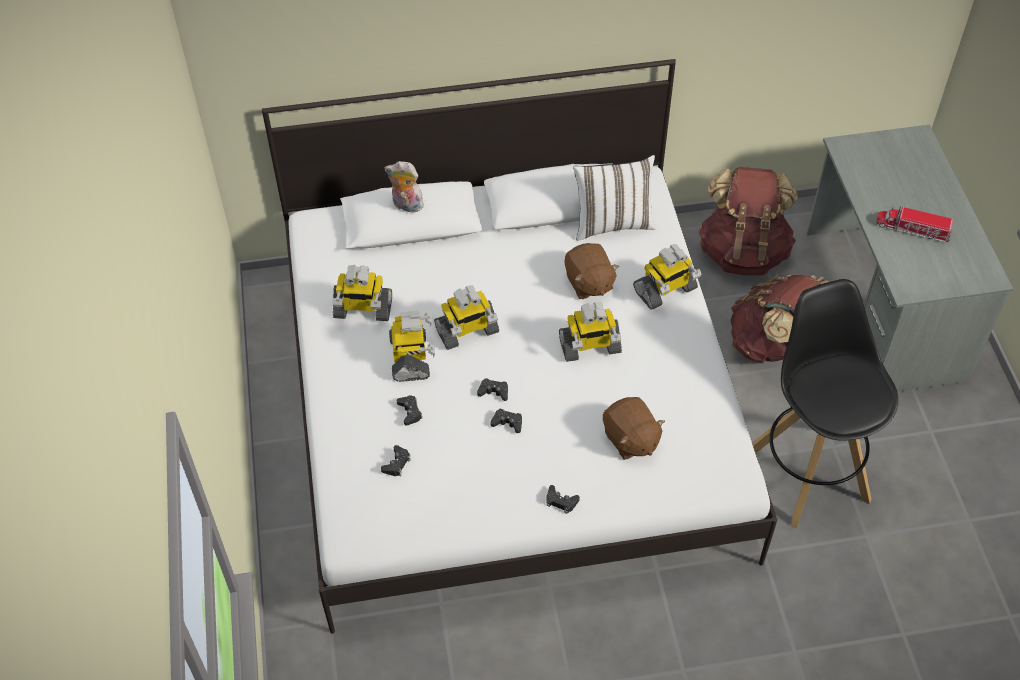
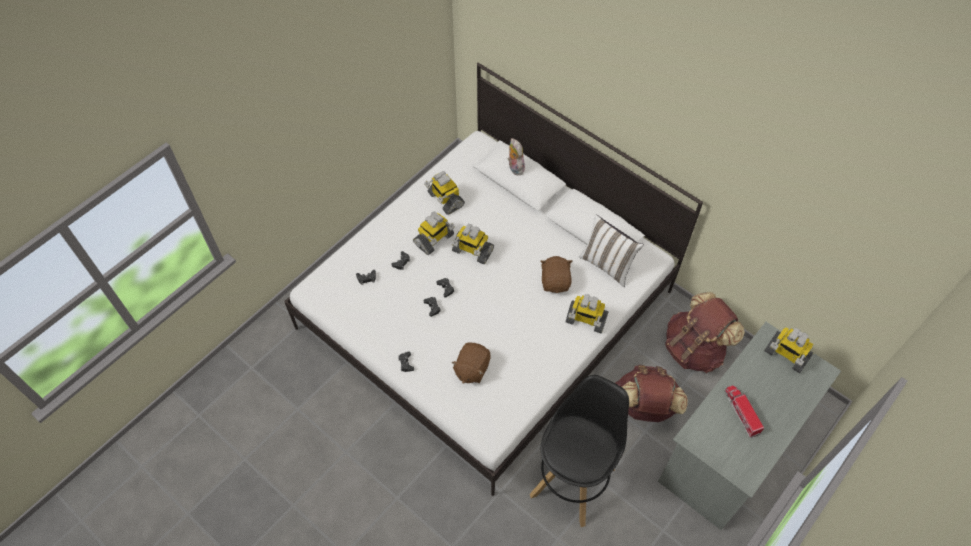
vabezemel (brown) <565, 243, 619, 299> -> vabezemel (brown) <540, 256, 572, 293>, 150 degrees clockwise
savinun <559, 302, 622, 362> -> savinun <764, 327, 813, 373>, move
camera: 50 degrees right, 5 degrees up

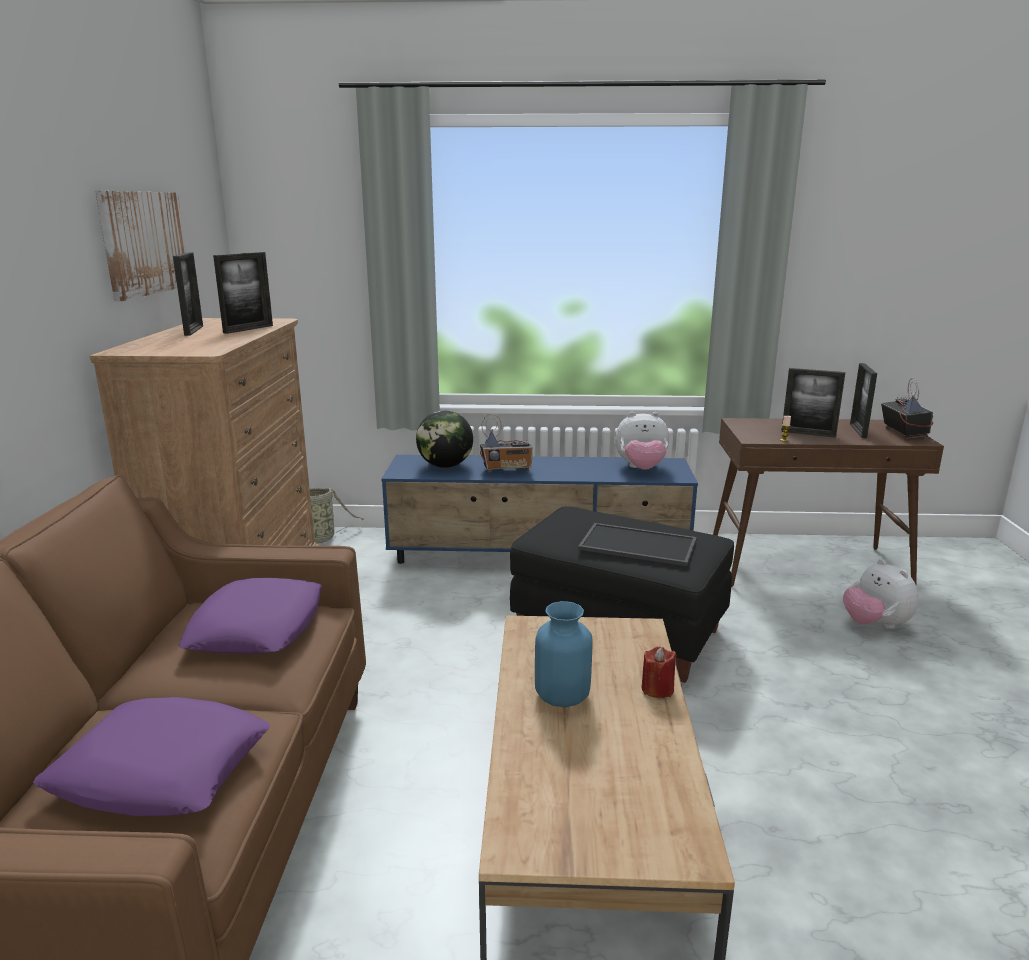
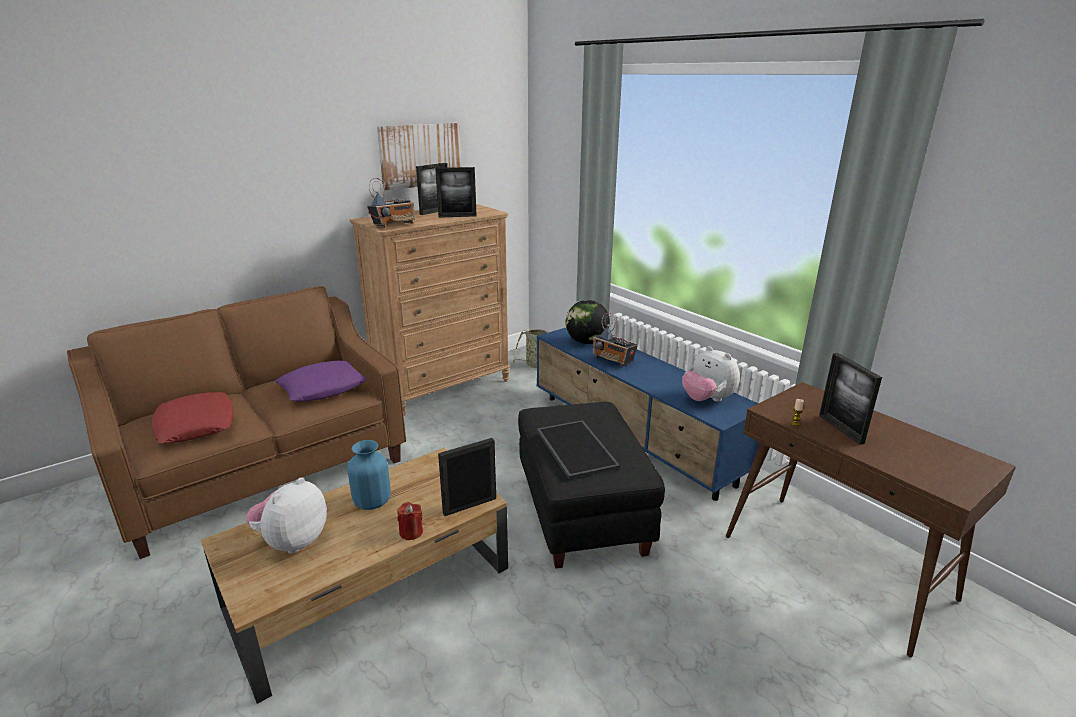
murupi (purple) <33, 697, 270, 816> -> murupi (red) <152, 392, 234, 443>
vabezemel <843, 559, 919, 629> -> vabezemel <246, 477, 327, 554>, move
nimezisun <881, 378, 933, 440> -> nimezisun <367, 178, 415, 228>, move
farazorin <850, 363, 877, 438> -> farazorin <438, 438, 496, 516>, move
camera: 50 degrees right, 5 degrees up

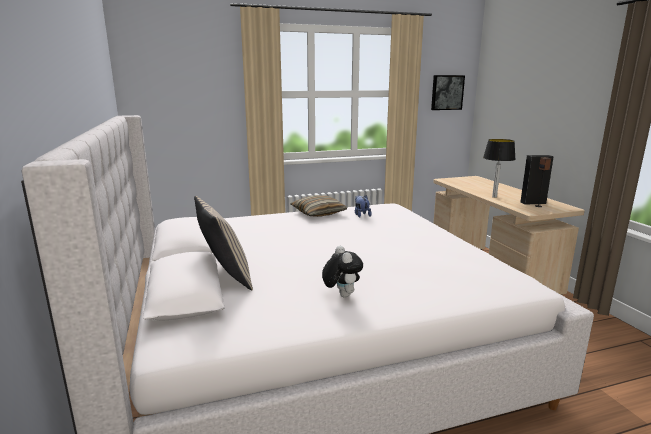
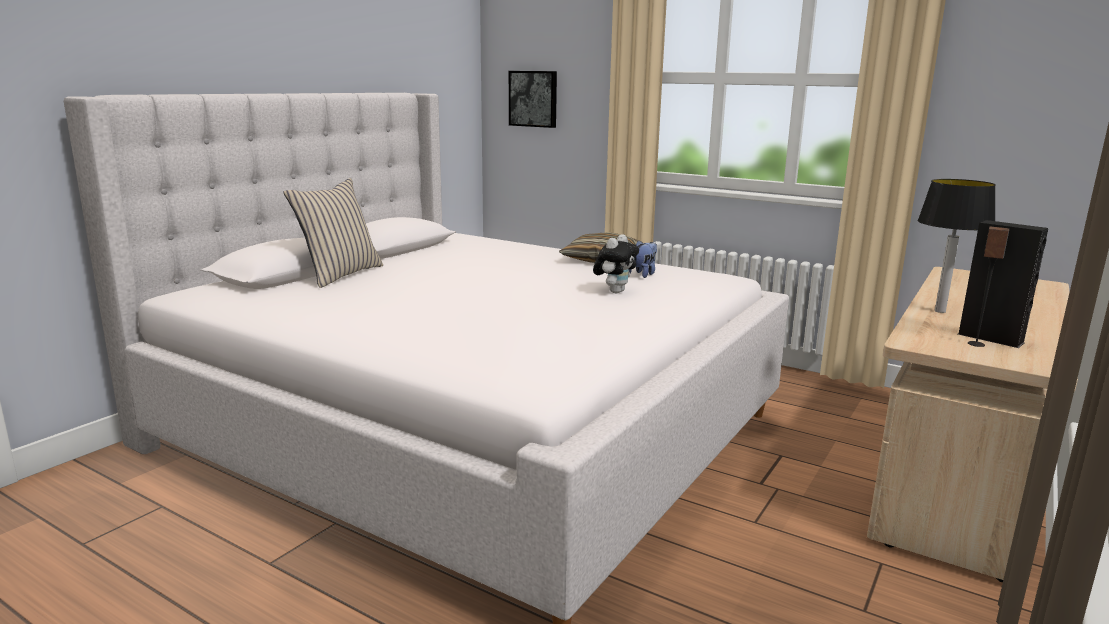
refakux <431, 75, 465, 110> -> refakux <509, 71, 557, 128>, move
vabezemel <322, 246, 363, 298> -> vabezemel <593, 234, 639, 294>, move
camera: 50 degrees right, 0 degrees up

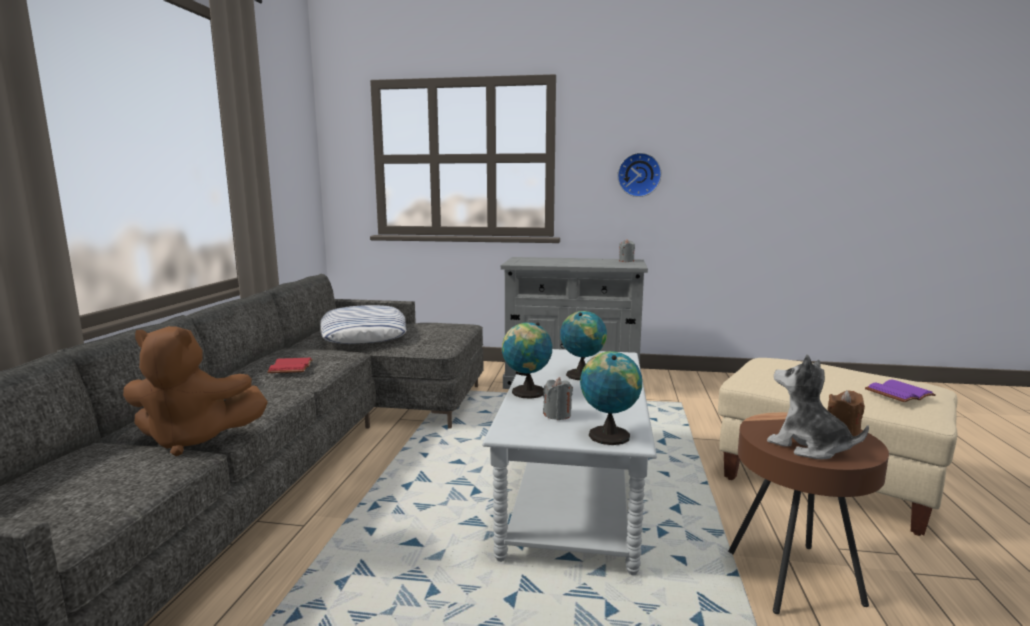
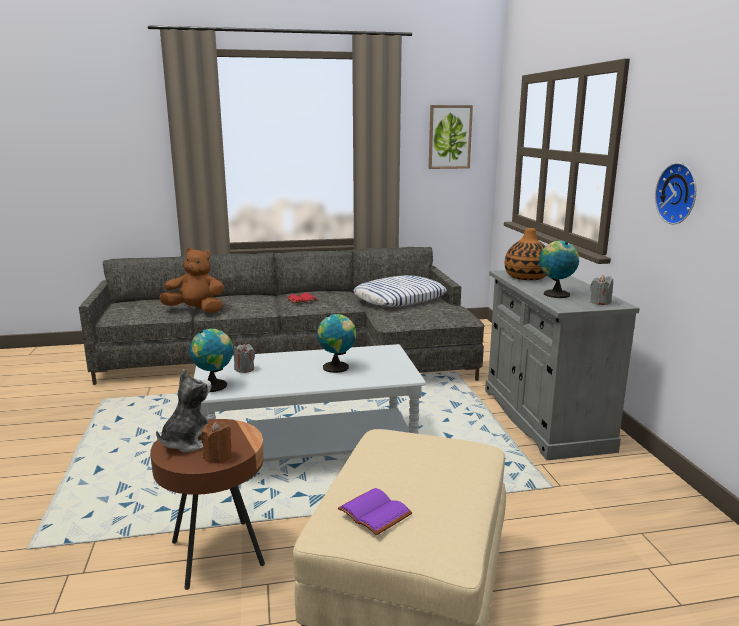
vabezemel (brown) <123, 326, 268, 456> -> vabezemel (brown) <159, 248, 224, 313>, 120 degrees clockwise
none -> refakux <429, 105, 473, 169>
none -> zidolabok <505, 228, 547, 280>
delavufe <502, 322, 552, 399> -> delavufe <539, 241, 579, 298>, move
camera: 70 degrees right, 5 degrees up

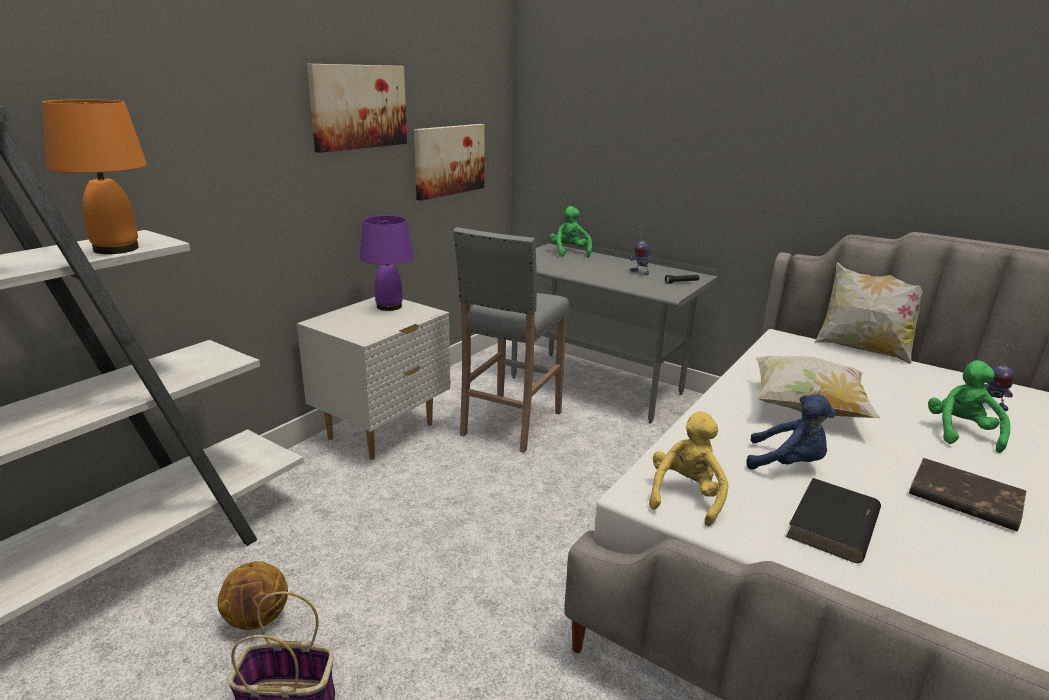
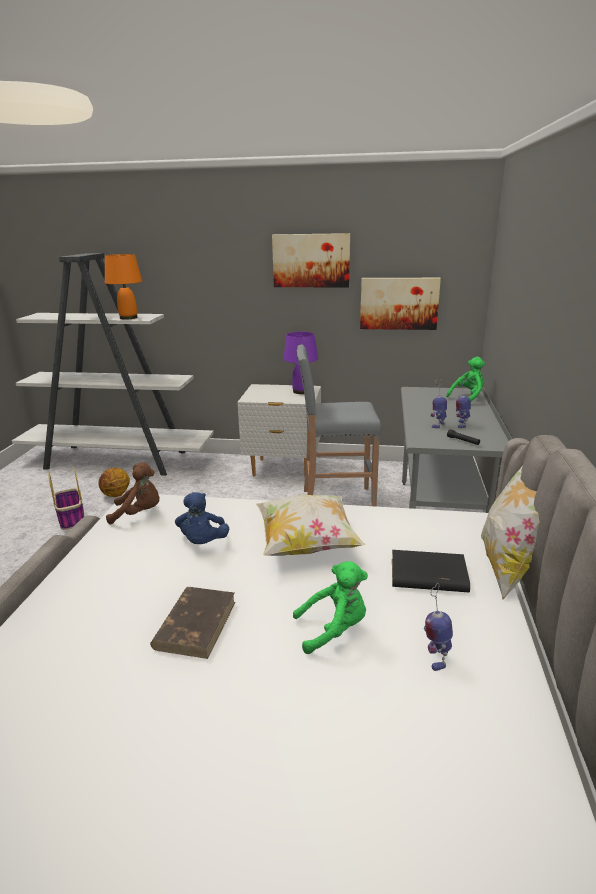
vabezemel (yellow) <649, 411, 729, 527> -> vabezemel (brown) <106, 462, 159, 524>
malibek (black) <786, 478, 881, 563> -> malibek (black) <392, 550, 470, 592>, move
none -> savinun <431, 379, 447, 428>
camera: 65 degrees right, 0 degrees up

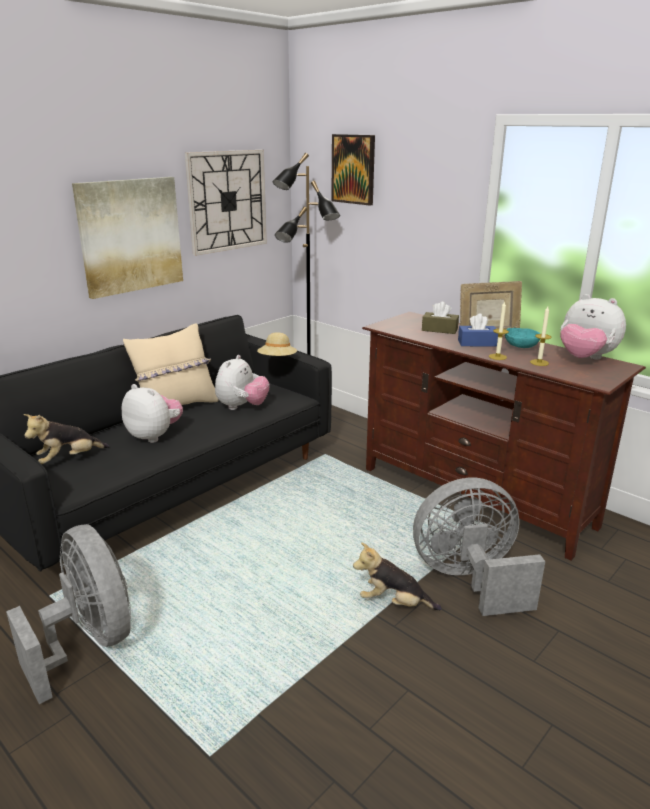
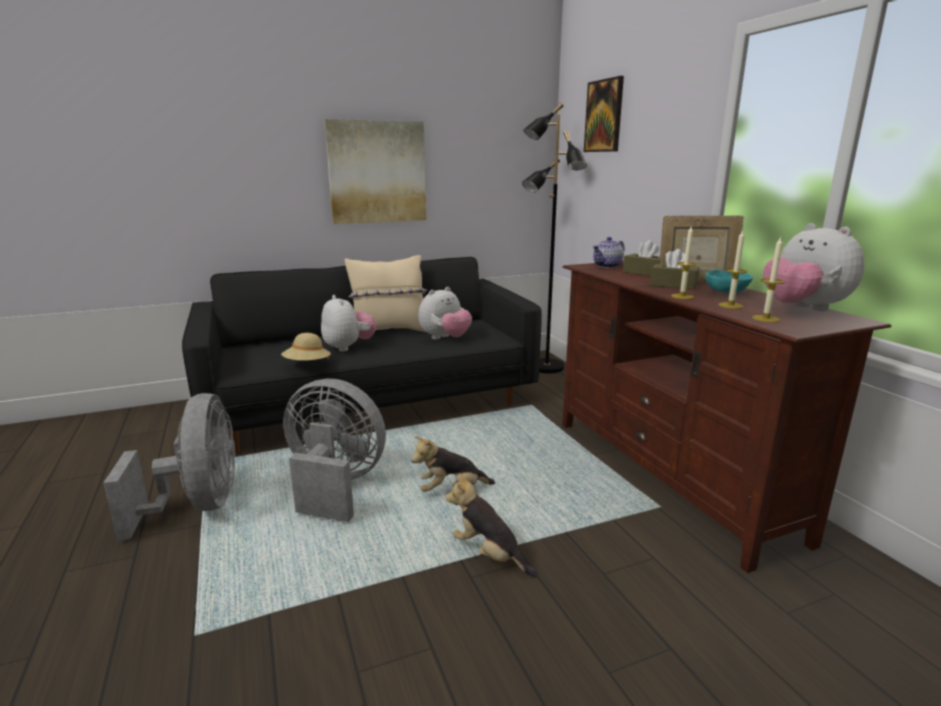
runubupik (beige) <257, 332, 297, 356> -> runubupik (beige) <281, 333, 331, 361>, move
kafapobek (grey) <413, 478, 545, 616> -> kafapobek (grey) <283, 379, 386, 522>, move
vabezemel <23, 414, 109, 464> -> vabezemel <411, 436, 495, 492>, move
none -> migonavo <593, 237, 625, 268>
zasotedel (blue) <458, 313, 498, 347> -> zasotedel (brown) <650, 249, 699, 290>
none -> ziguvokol <752, 237, 785, 322>
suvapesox <185, 150, 267, 256> -> none
camera: 25 degrees right, 5 degrees down

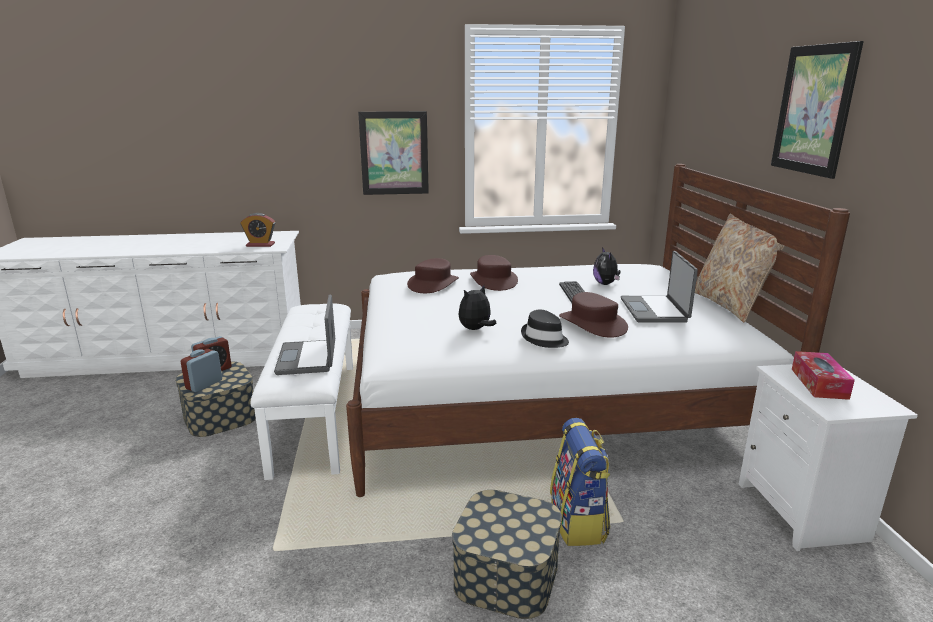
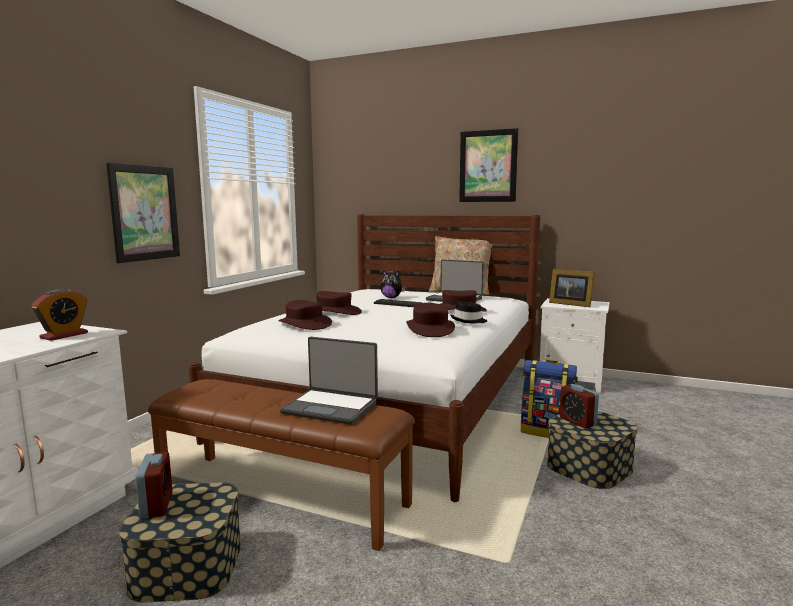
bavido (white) <251, 304, 353, 480> -> bavido (brown) <148, 379, 415, 551>
vabezemel <459, 285, 497, 330> -> runubupik (brown) <406, 303, 455, 337>
zasotedel <792, 351, 855, 400> -> farazorin <549, 269, 595, 307>
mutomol <181, 349, 222, 392> -> mutomol <560, 384, 599, 428>, move
camera: 60 degrees left, 10 degrees down

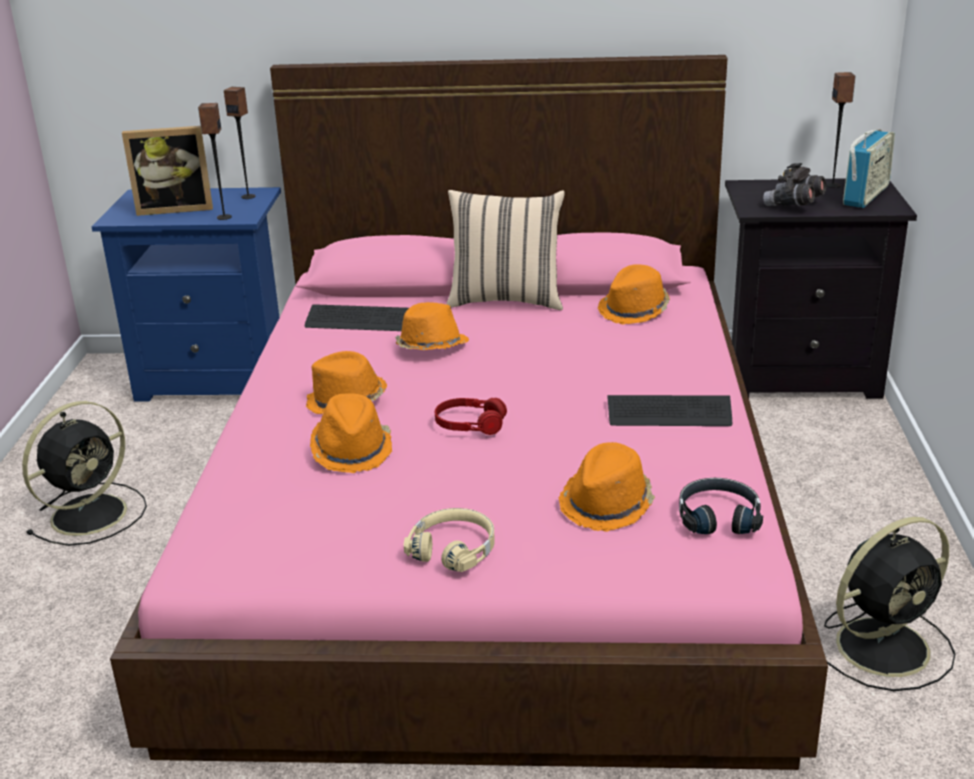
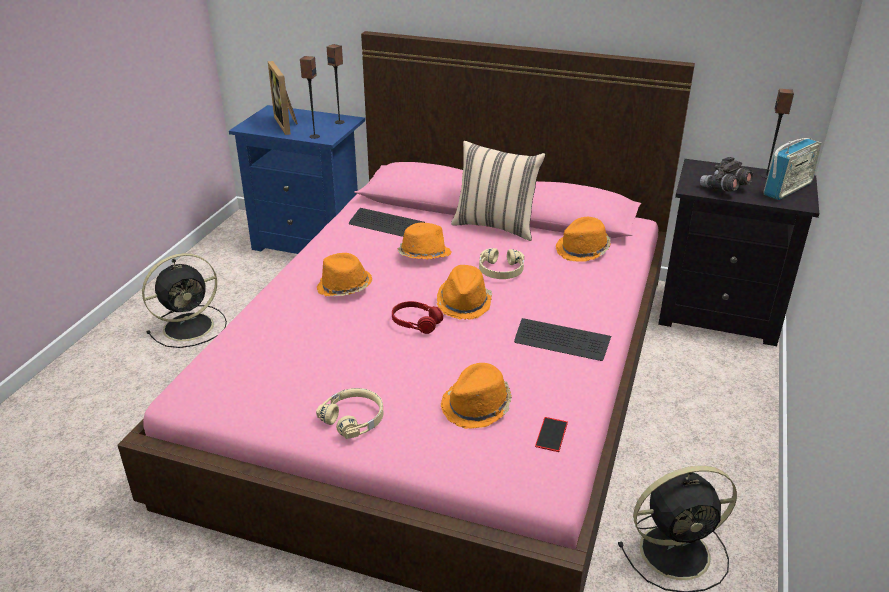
farazorin <122, 126, 213, 216> -> farazorin <268, 61, 298, 135>, 60 degrees clockwise
runubupik (orange) <310, 393, 392, 473> -> runubupik (orange) <437, 265, 492, 320>, move
none -> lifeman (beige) <479, 248, 524, 279>
lifeman (black) <679, 478, 763, 534> -> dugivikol <535, 417, 568, 452>
camera: 15 degrees right, 5 degrees up

